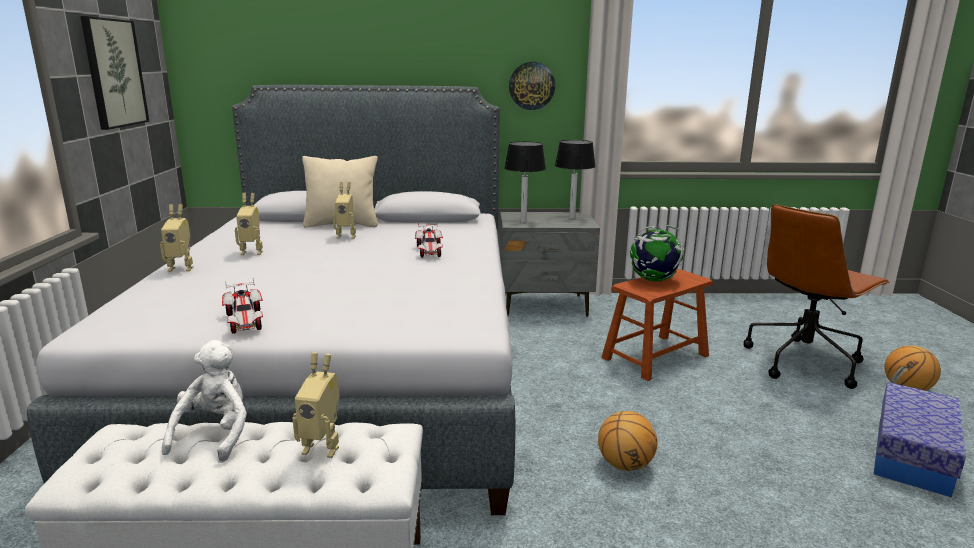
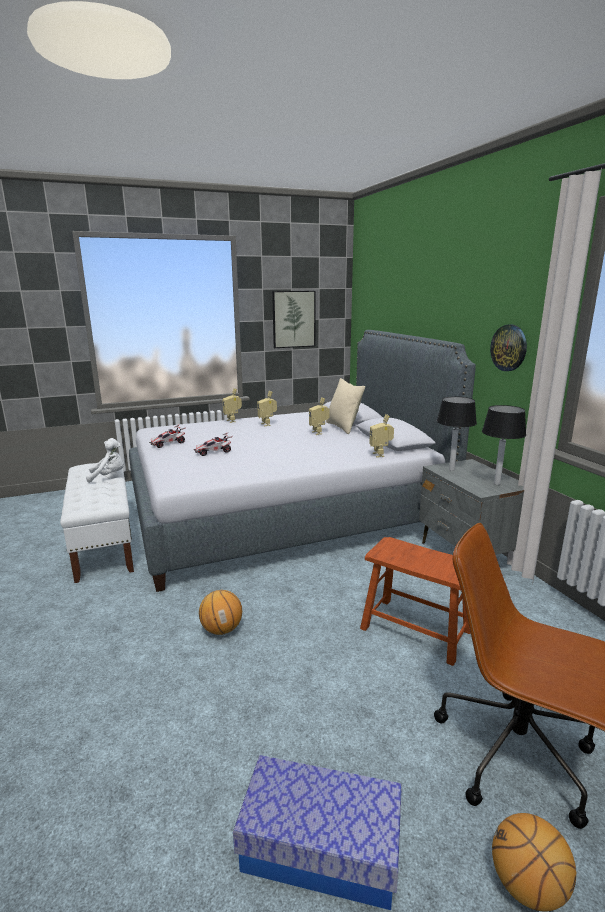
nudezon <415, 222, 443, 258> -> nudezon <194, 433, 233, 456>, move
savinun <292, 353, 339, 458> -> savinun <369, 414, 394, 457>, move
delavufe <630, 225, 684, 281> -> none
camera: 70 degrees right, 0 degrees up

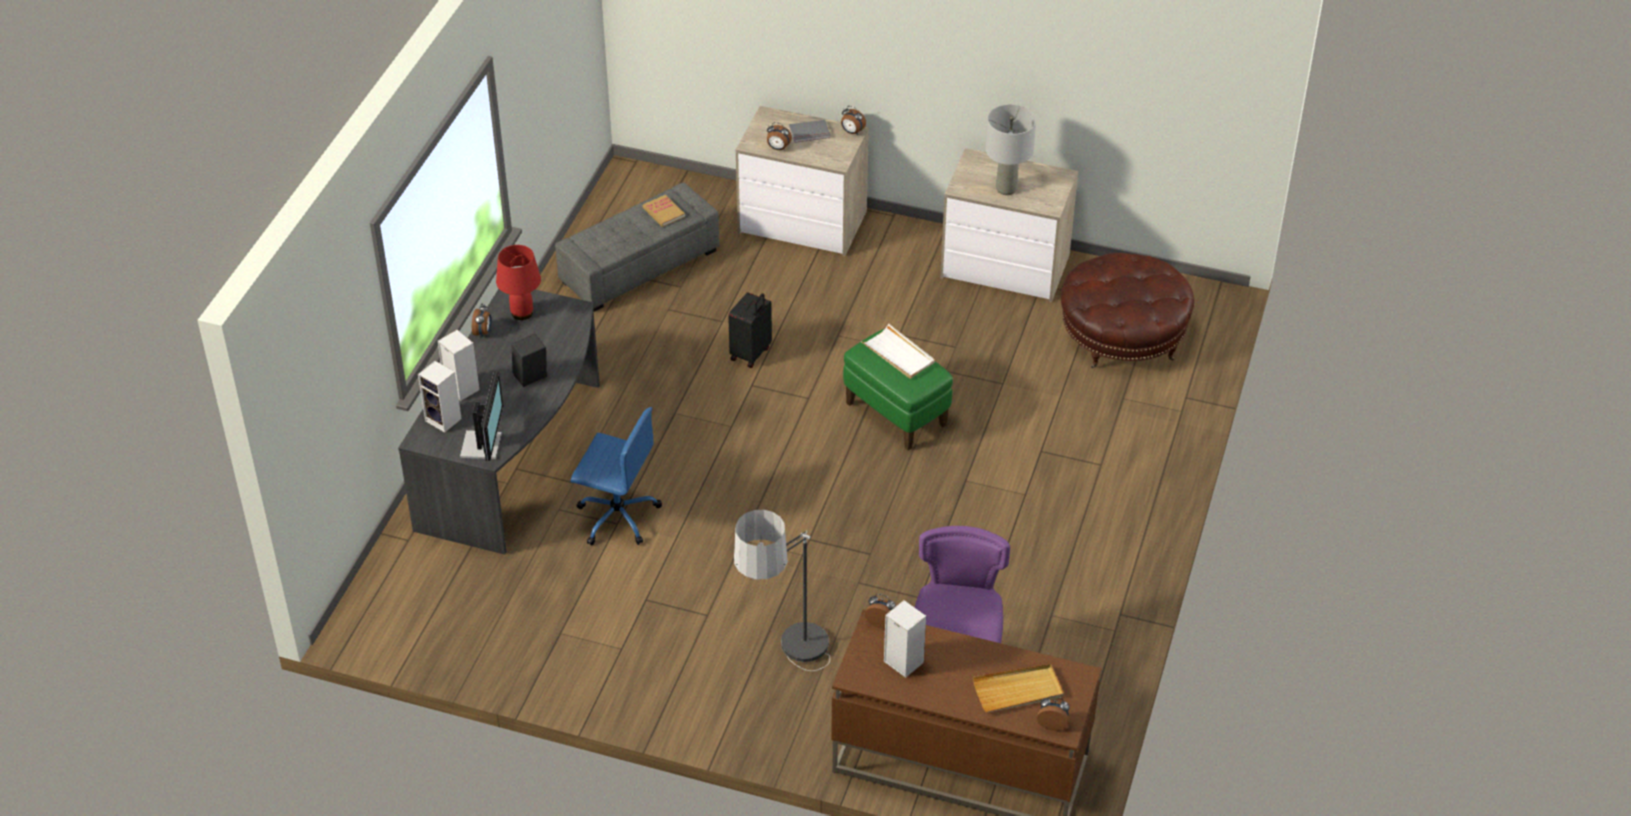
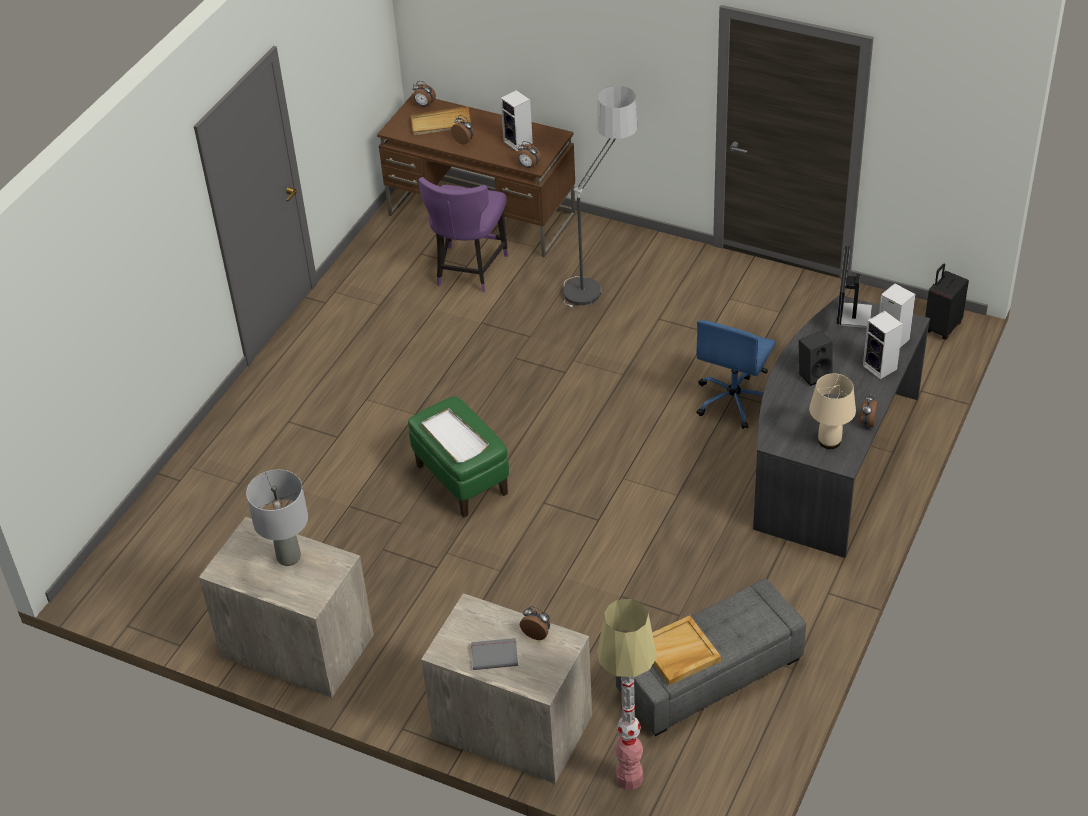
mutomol <841, 106, 866, 135> -> mutomol <451, 115, 474, 145>, move
none -> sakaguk <597, 599, 657, 790>
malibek <643, 195, 685, 227> -> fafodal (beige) <652, 616, 721, 685>
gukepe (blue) <570, 407, 662, 546> -> gukepe (blue) <696, 320, 776, 429>, 90 degrees counterclockwise
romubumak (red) <496, 245, 541, 320> -> romubumak (beige) <809, 373, 856, 449>
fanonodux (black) <728, 292, 772, 368> -> fanonodux (black) <925, 263, 969, 340>, move
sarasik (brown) <1061, 253, 1194, 368> -> none
camera: 170 degrees left, 0 degrees up

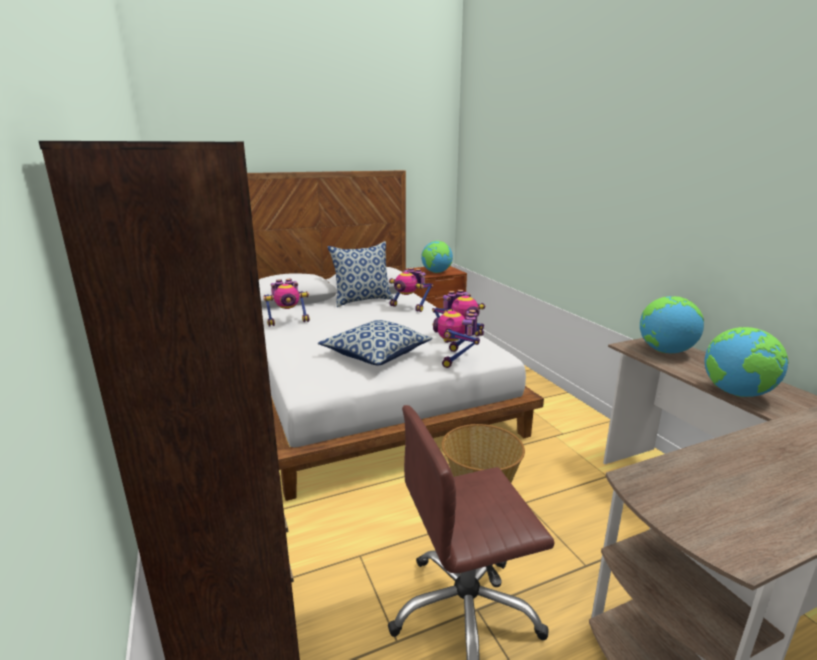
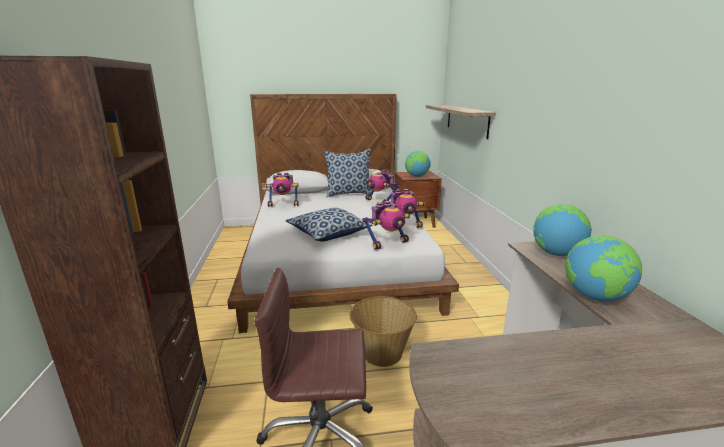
savinun <433, 310, 484, 368> -> savinun <362, 201, 410, 250>, 150 degrees counterclockwise
none -> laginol <426, 105, 496, 139>
camera: 15 degrees right, 0 degrees up

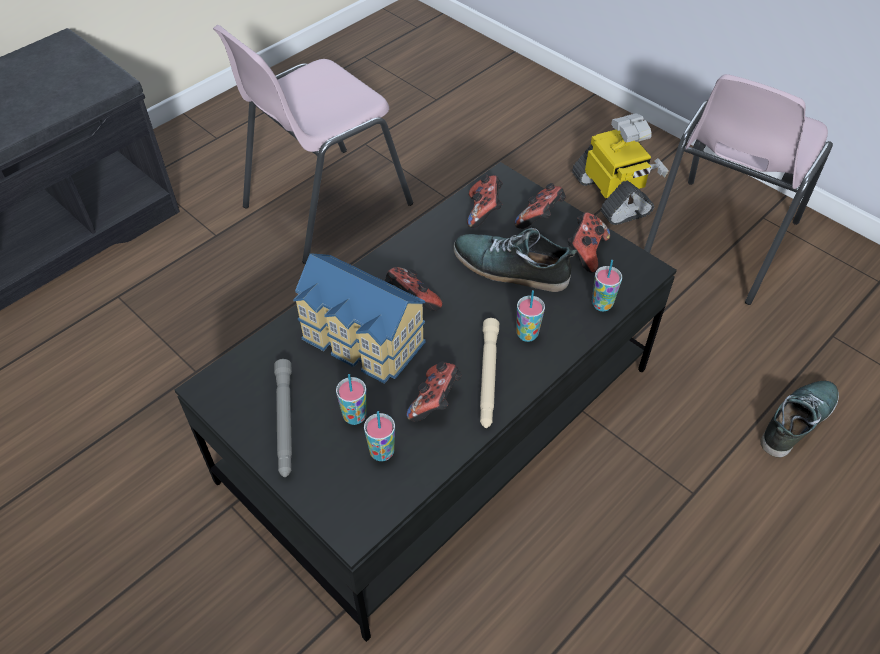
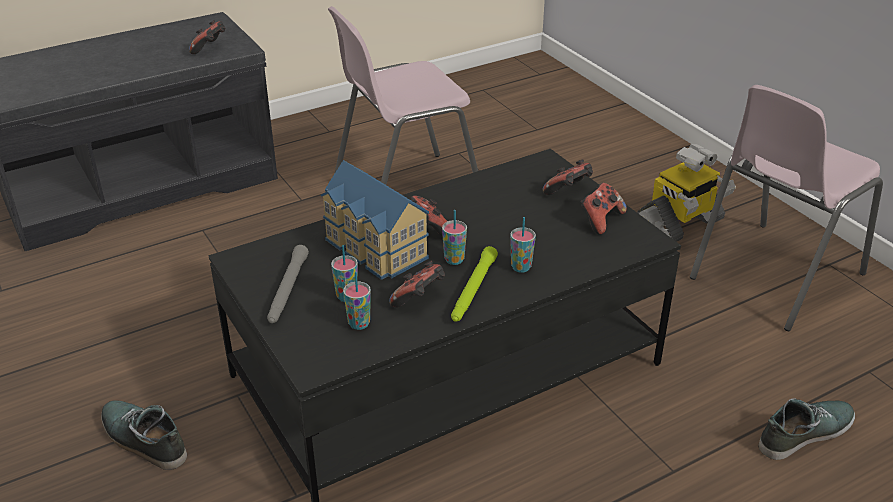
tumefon <454, 228, 577, 292> -> tumefon <101, 400, 187, 470>, move
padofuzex <467, 175, 503, 228> -> padofuzex <189, 20, 225, 54>, move
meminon <592, 260, 622, 311> -> meminon <442, 210, 467, 265>, move
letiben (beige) <480, 318, 499, 428> -> letiben (green) <451, 246, 498, 322>
savinun <572, 113, 669, 225> -> savinun <637, 144, 736, 242>, 60 degrees clockwise
camera: 15 degrees right, 15 degrees down

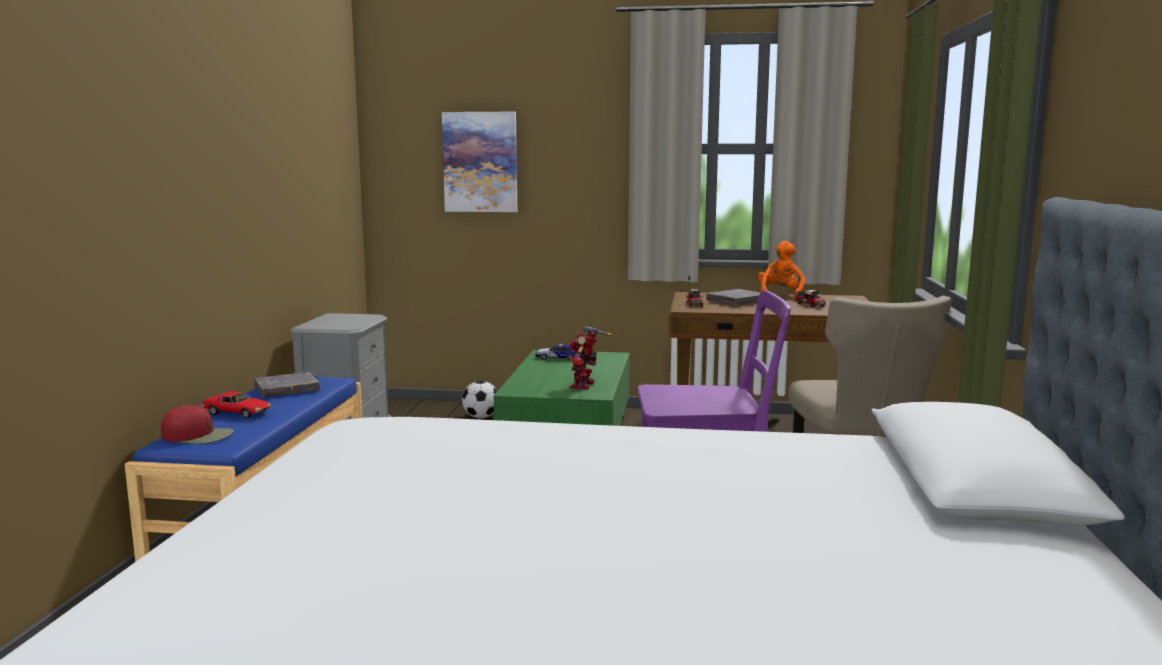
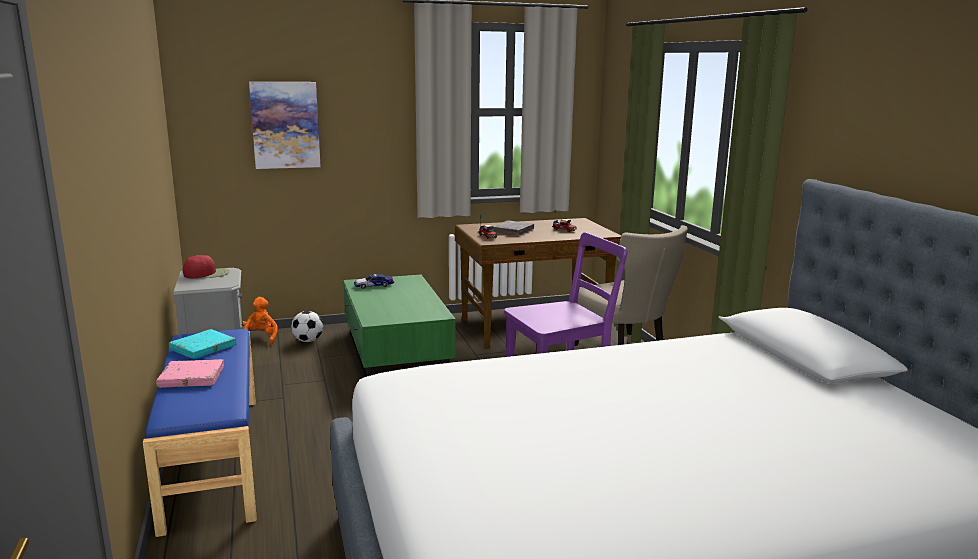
nudezon <201, 391, 272, 419> -> malibek (pink) <156, 359, 224, 388>
malibek (grey) <254, 372, 320, 397> -> malibek (turquoise) <169, 329, 236, 359>
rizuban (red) <161, 405, 234, 444> -> rizuban (red) <183, 255, 230, 278>, move
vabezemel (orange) <758, 241, 805, 299> -> vabezemel (orange) <243, 297, 278, 345>, move
savinun <569, 326, 612, 389> -> none
camera: 25 degrees left, 5 degrees up

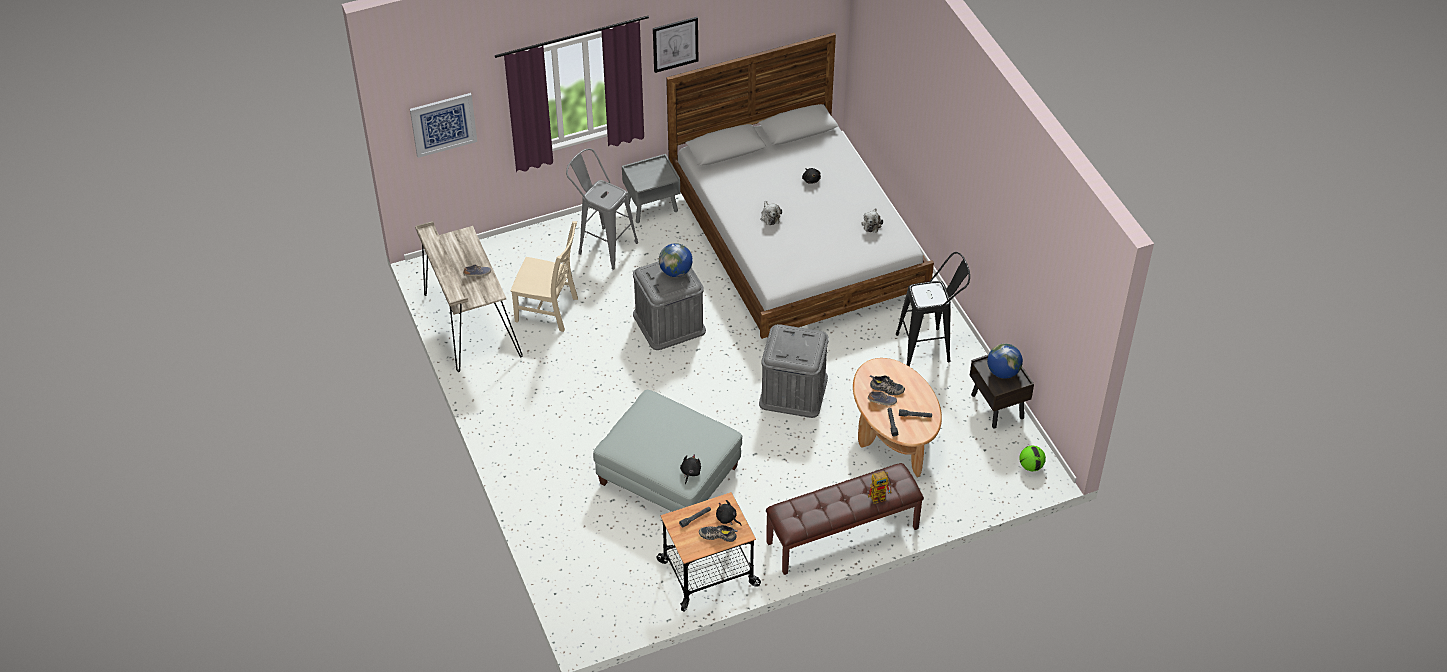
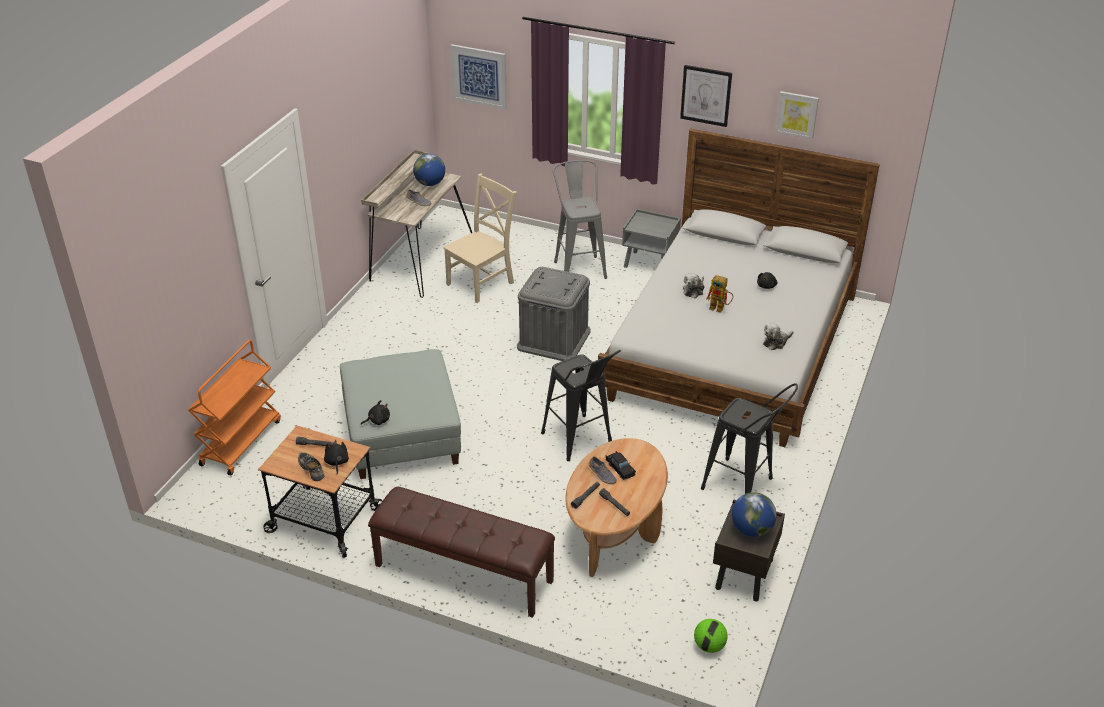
none -> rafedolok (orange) <188, 340, 281, 476>
delavufe <659, 243, 693, 277> -> delavufe <413, 154, 445, 186>, move
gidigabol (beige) <511, 221, 578, 332> -> gidigabol (beige) <443, 173, 517, 303>, 105 degrees counterclockwise
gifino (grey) <759, 324, 829, 418> -> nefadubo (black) <541, 350, 621, 461>
tumefon <870, 375, 905, 395> -> nudezon (black) <606, 451, 636, 480>
savinun <868, 471, 892, 504> -> savinun <706, 275, 733, 313>, move
none -> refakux <775, 91, 819, 139>
camera: 45 degrees right, 10 degrees down

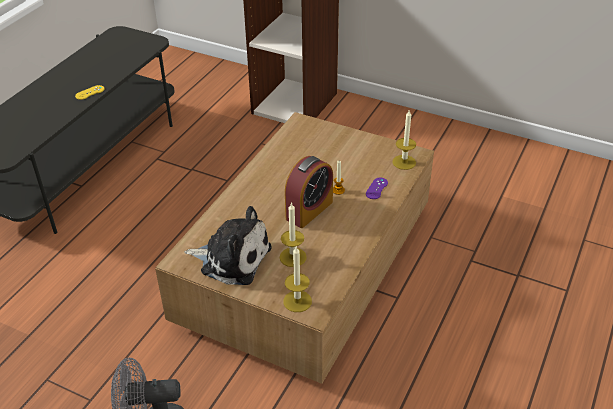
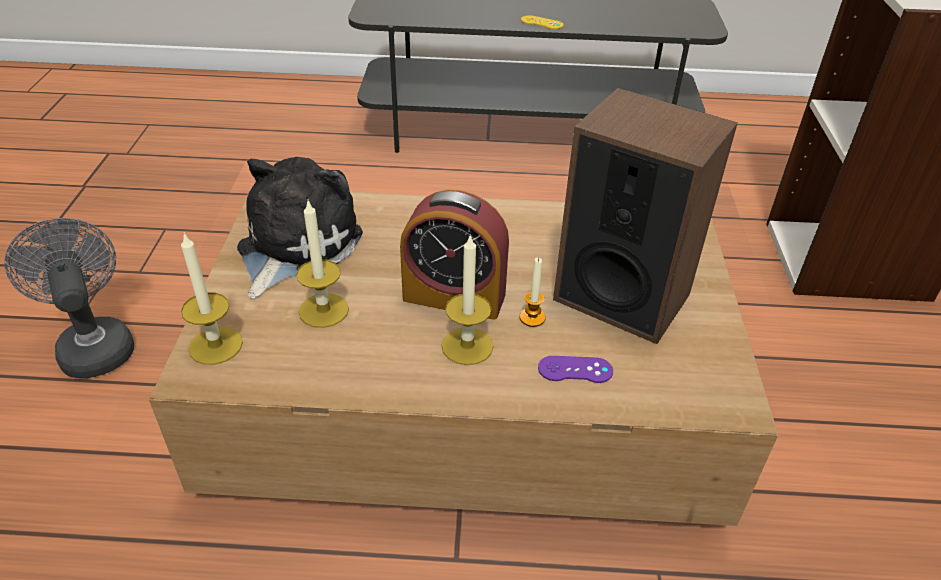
vabezemel <185, 206, 271, 285> -> vabezemel <237, 157, 363, 299>, 150 degrees counterclockwise
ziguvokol <392, 109, 416, 170> -> ziguvokol <441, 234, 493, 365>, move
none -> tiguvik <553, 88, 738, 344>
camera: 65 degrees right, 0 degrees up

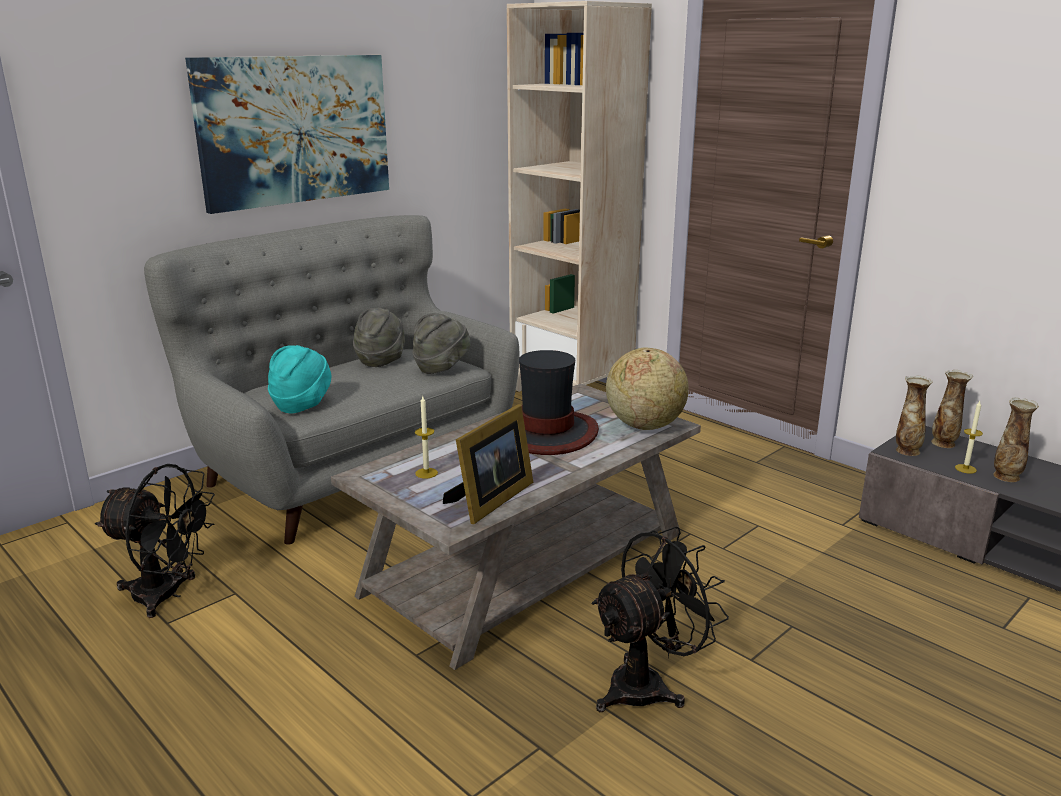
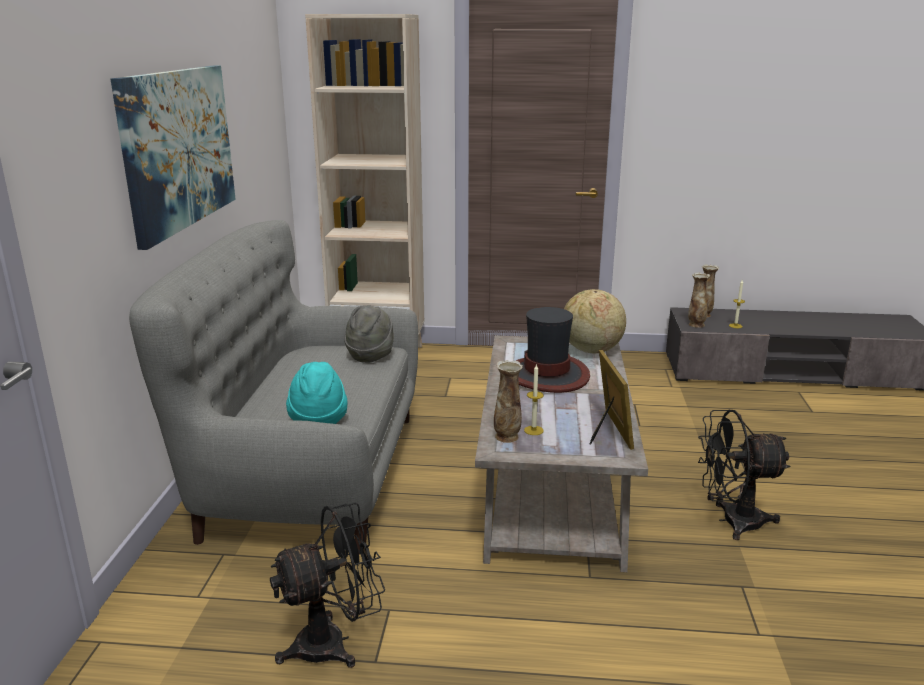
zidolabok <993, 397, 1039, 482> -> zidolabok <494, 360, 523, 443>, move
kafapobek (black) <592, 526, 729, 712> -> kafapobek (black) <698, 410, 791, 540>, 105 degrees counterclockwise
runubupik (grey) <353, 307, 405, 367> -> none
camera: 40 degrees left, 0 degrees up

